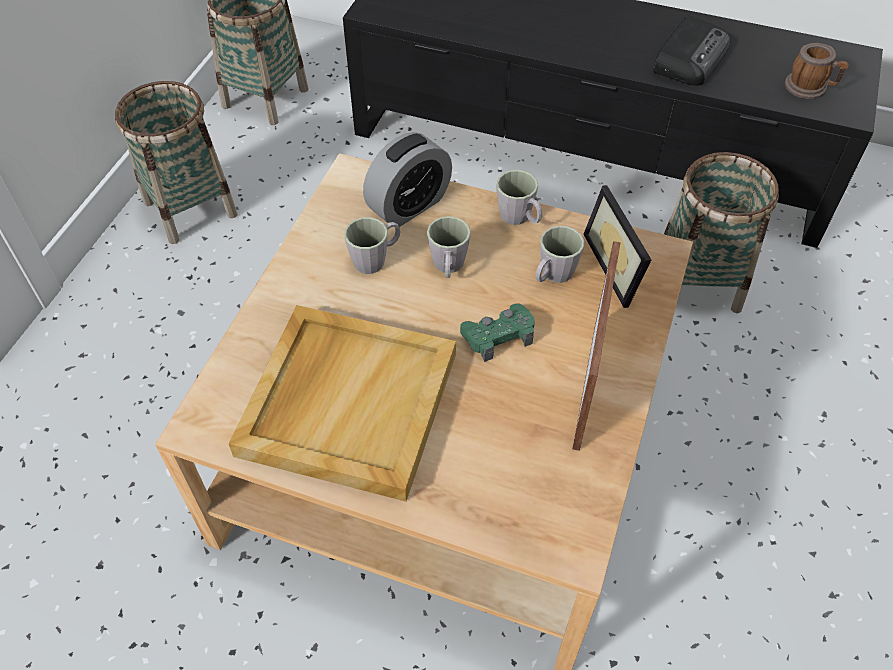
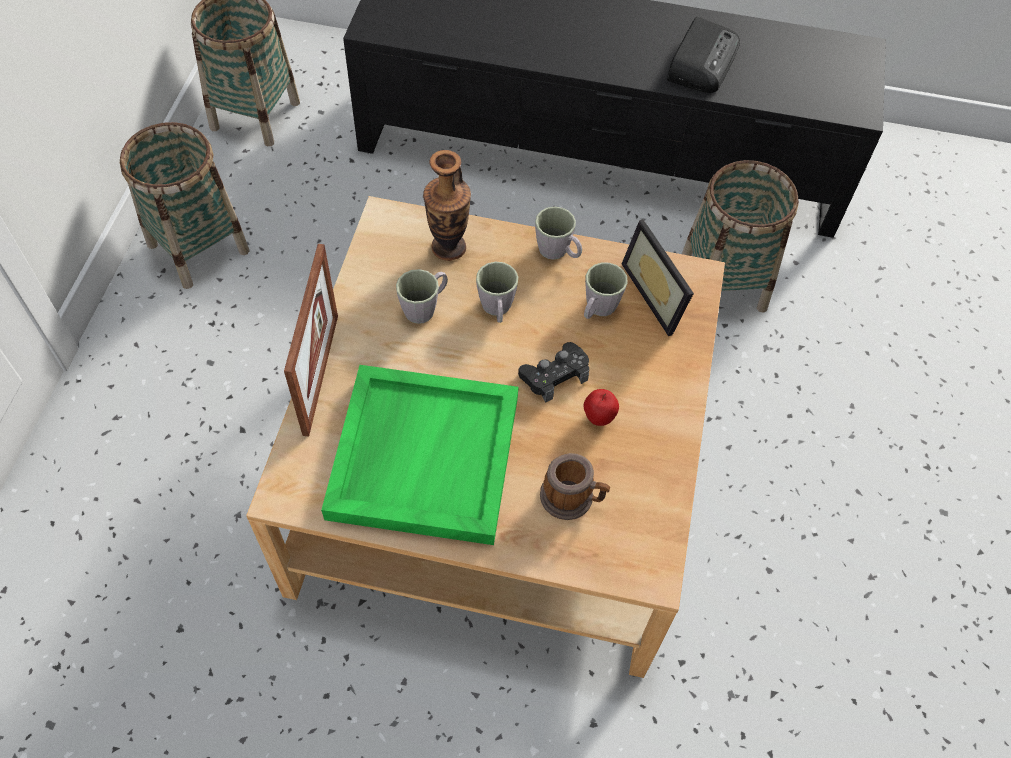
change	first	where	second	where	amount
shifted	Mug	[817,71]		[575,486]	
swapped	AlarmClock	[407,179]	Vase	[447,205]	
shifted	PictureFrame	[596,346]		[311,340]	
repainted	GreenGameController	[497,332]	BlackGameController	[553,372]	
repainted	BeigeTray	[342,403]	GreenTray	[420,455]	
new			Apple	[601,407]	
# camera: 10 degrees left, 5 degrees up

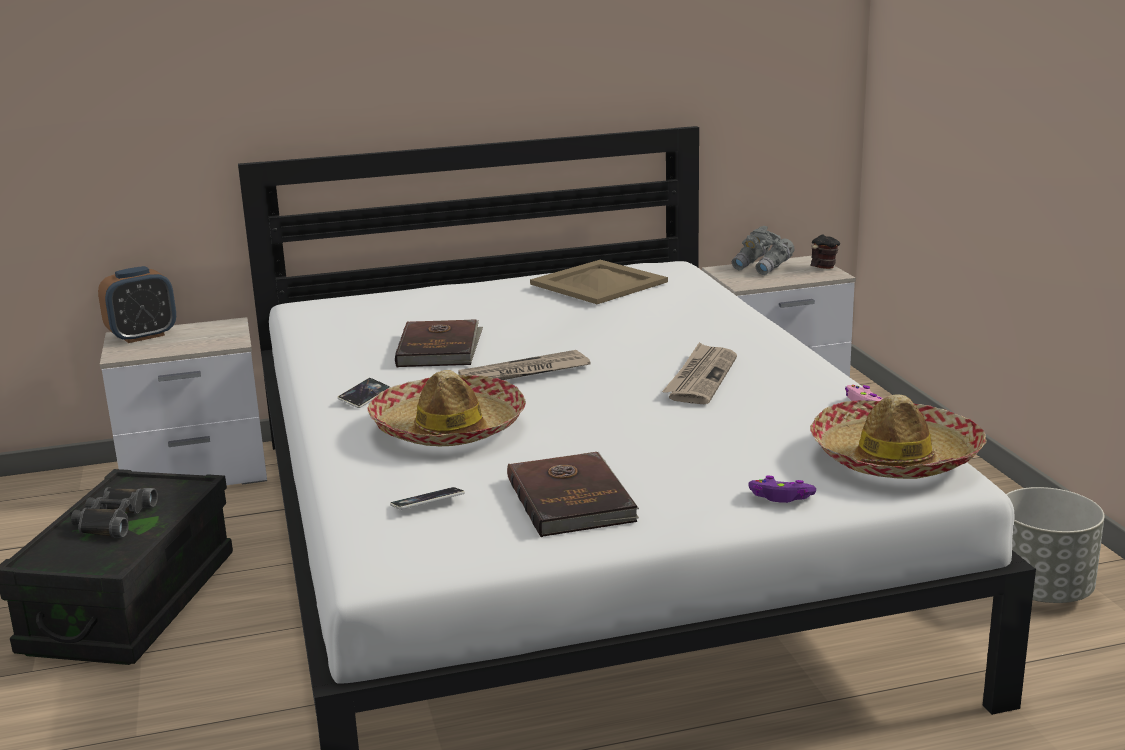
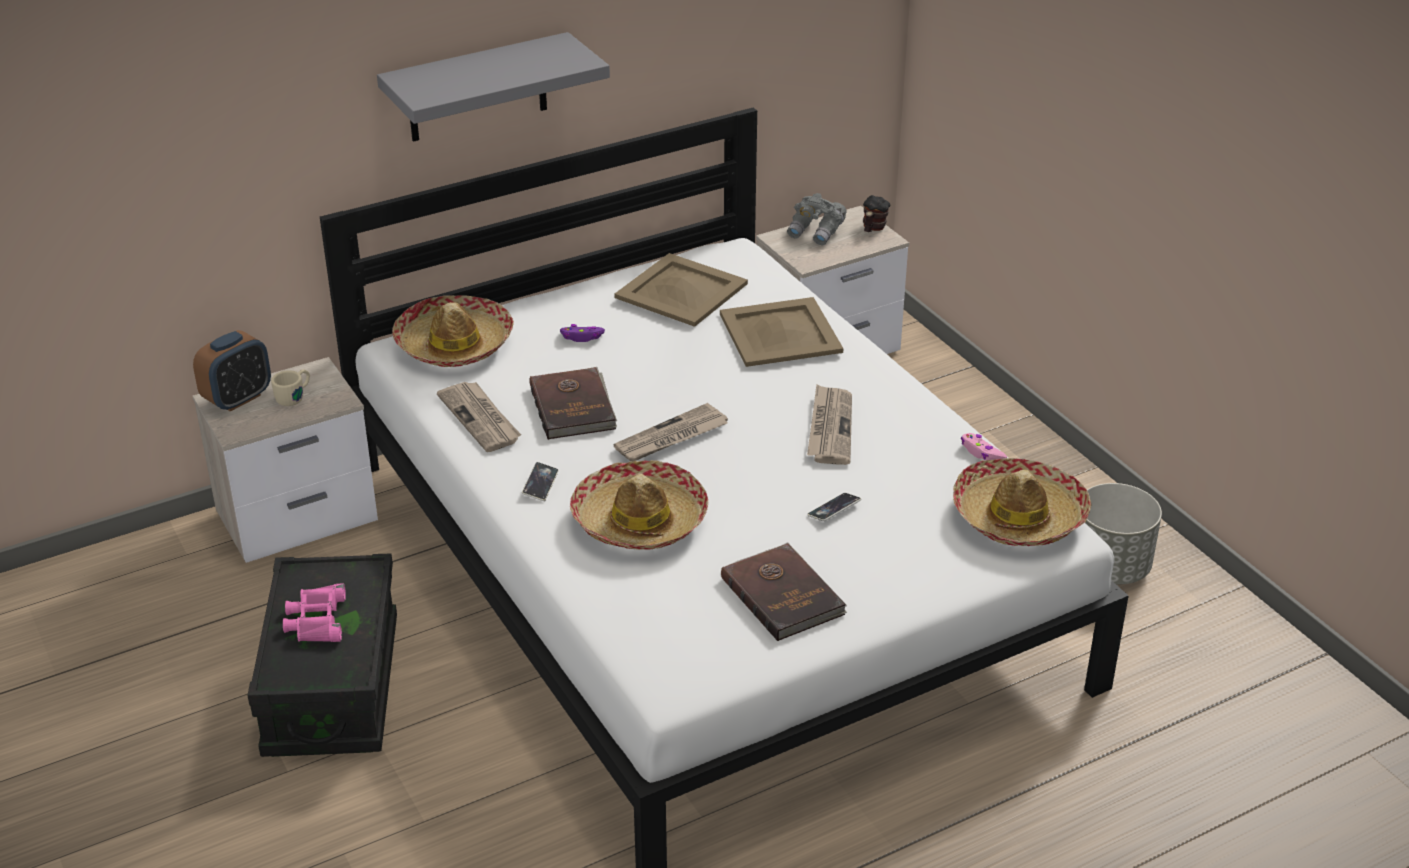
change	first	where	second	where	amount
shifted	PurpleGameController	[782,489]		[582,333]	
repainted	BlackBinoculars	[114,512]	PinkBinoculars	[314,612]	
shifted	Phone	[427,498]		[834,507]	
new			GreyShelf	[493,87]	
new			Hat	[453,331]	
new			BeigeTray	[781,332]	
new			BeigeMug	[290,387]	
new			Newspaper	[479,417]	
# camera: 15 degrees left, 15 degrees up

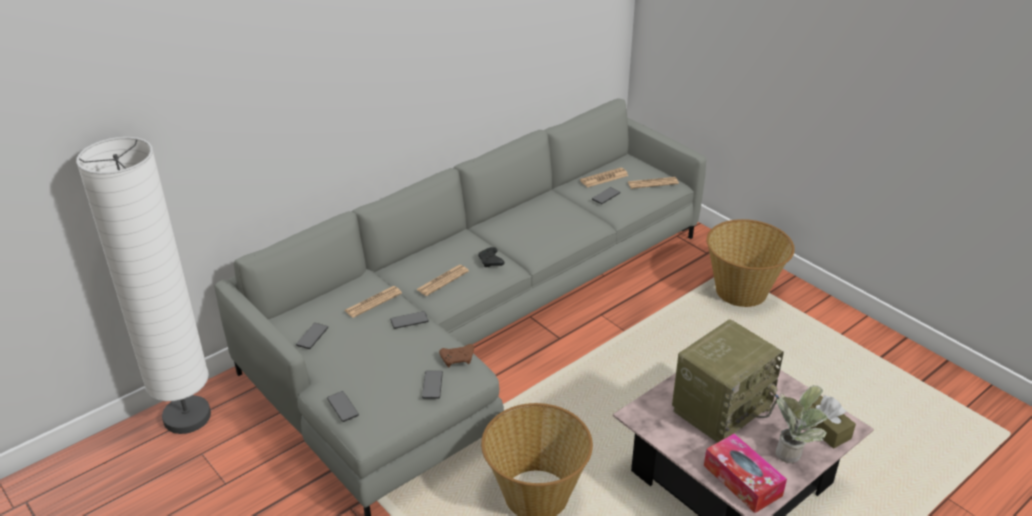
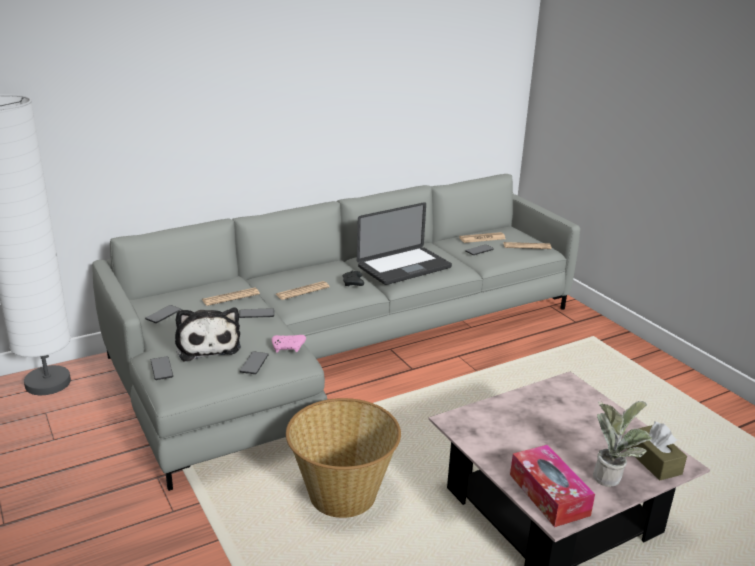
change	first	where	second	where	amount
gone	Basket	[750,263]			
gone	Radio	[728,381]			
repainted	BrownGameController	[456,355]	PinkGameController	[289,344]	
new			Laptop	[404,243]	
new			PlushToy	[208,335]	
# camera: 10 degrees right, 10 degrees down

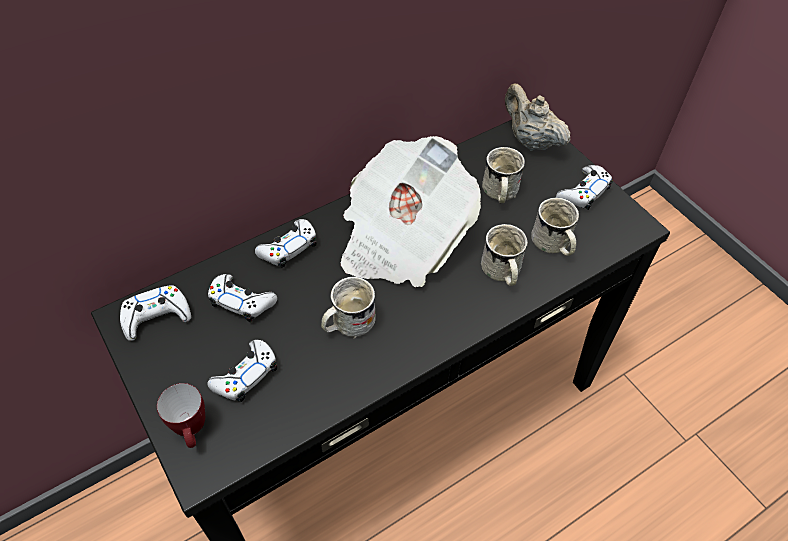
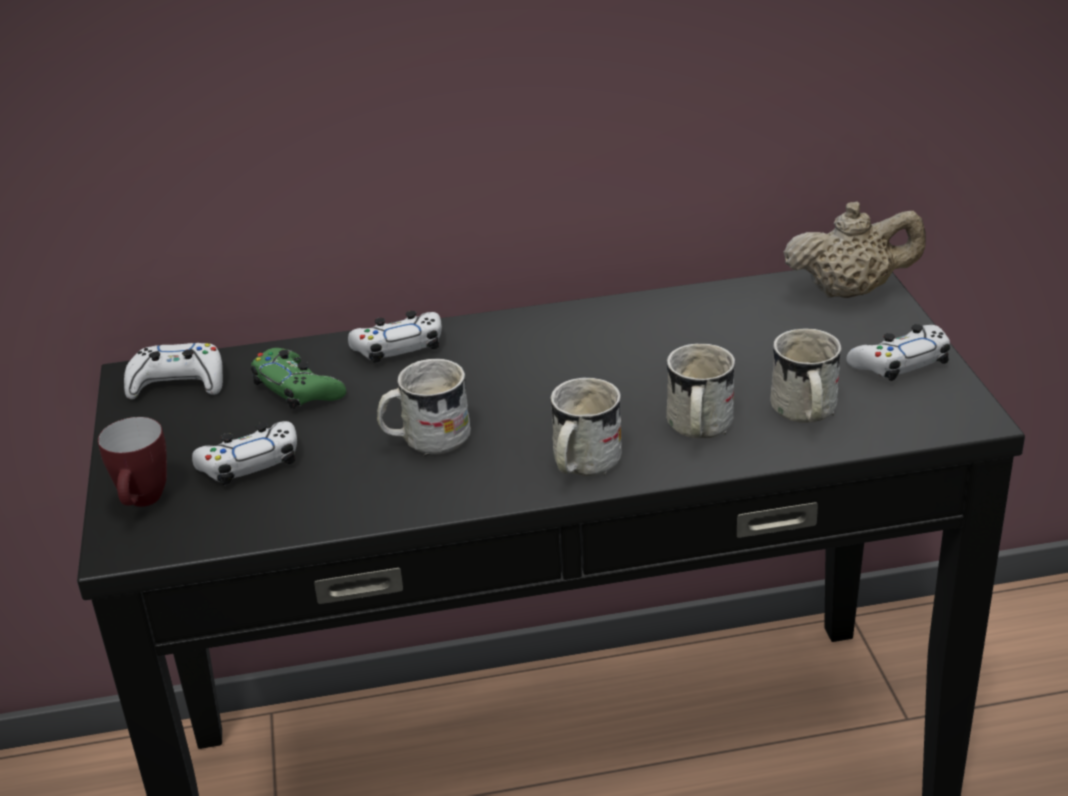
change	first	where	second	where	amount
rotated	BeigeTeapot	[537,117]		[855,249]	105 degrees clockwise
gone	Newspaper	[411,211]			
shifted	WhiteMug	[503,175]		[586,426]	
repainted	WhiteGameController	[242,298]	GreenGameController	[298,378]	
# camera: 25 degrees right, 20 degrees down

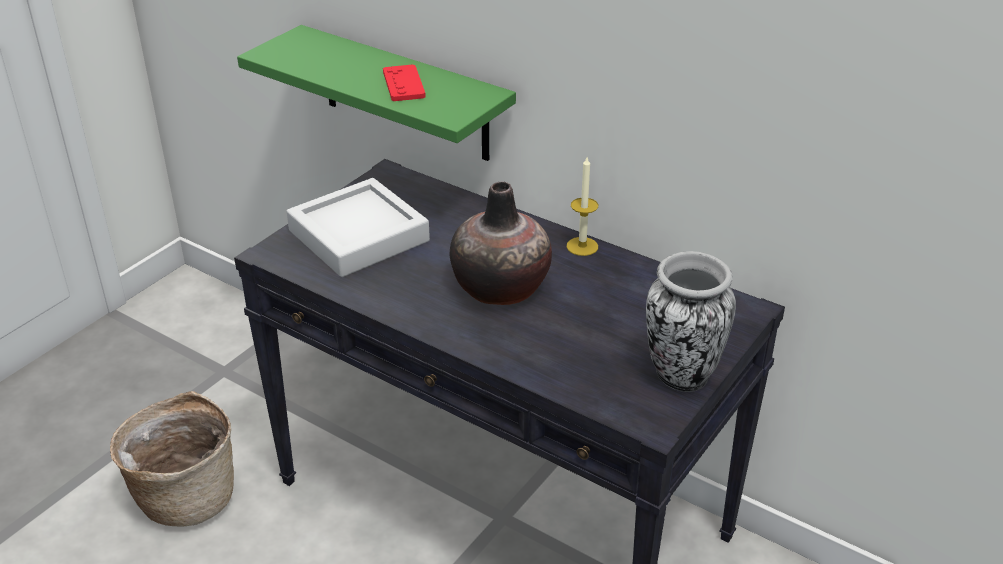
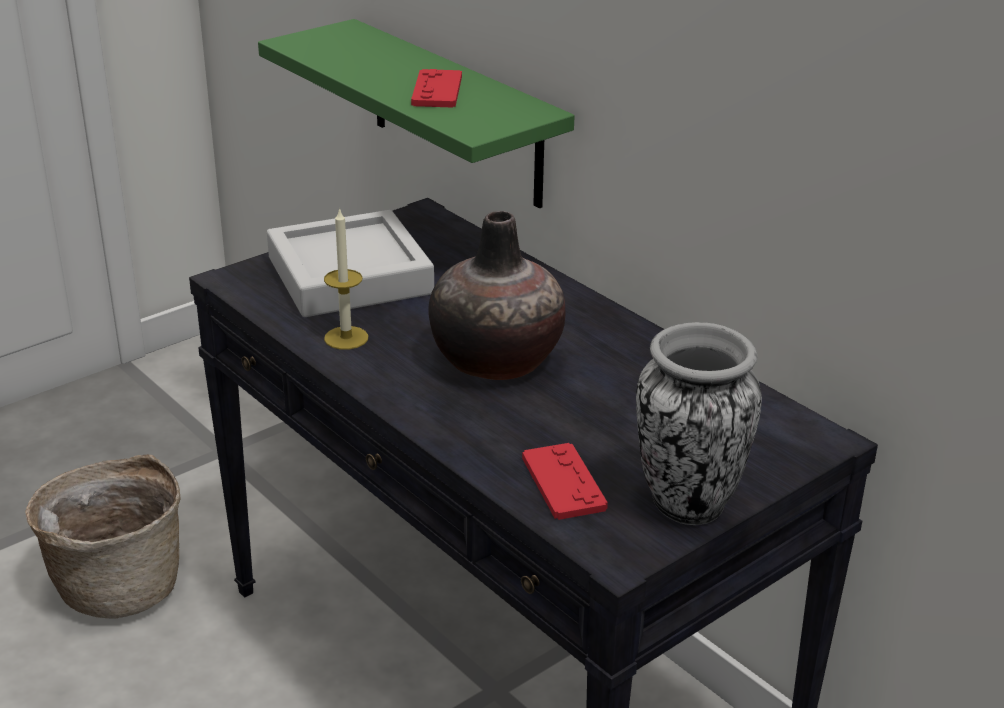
change	first	where	second	where	amount
shifted	Candle	[582,206]		[346,278]	
new			RedGameController	[565,481]	
# camera: 15 degrees right, 5 degrees down

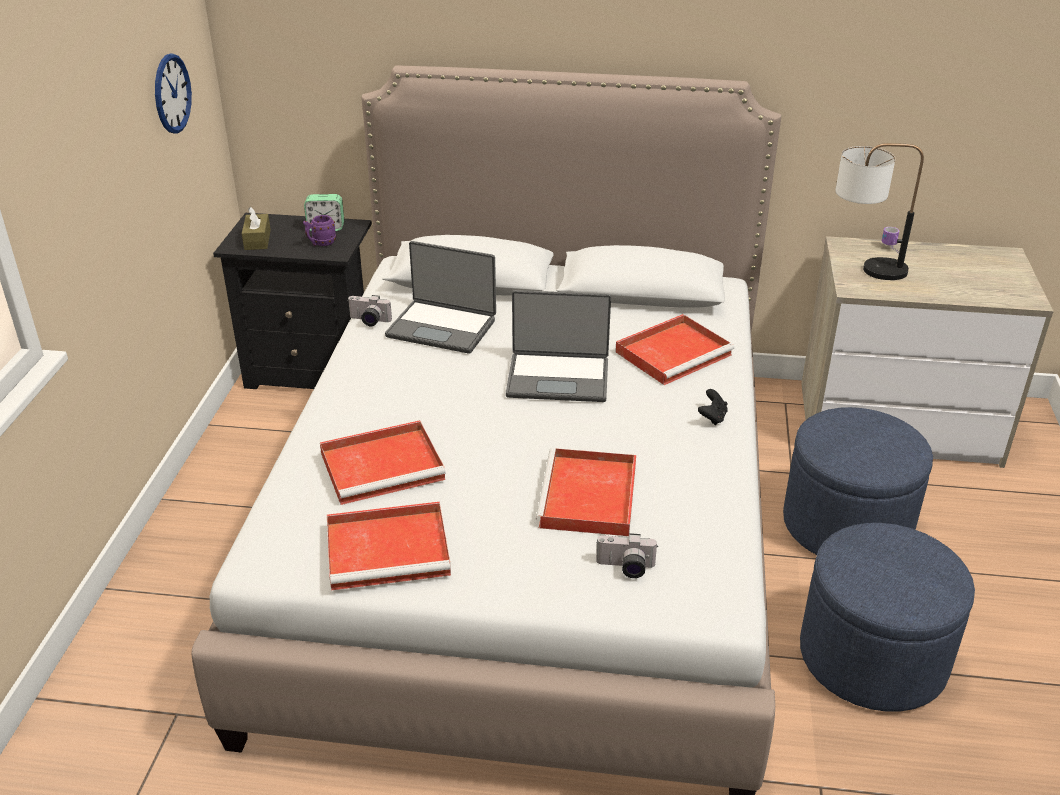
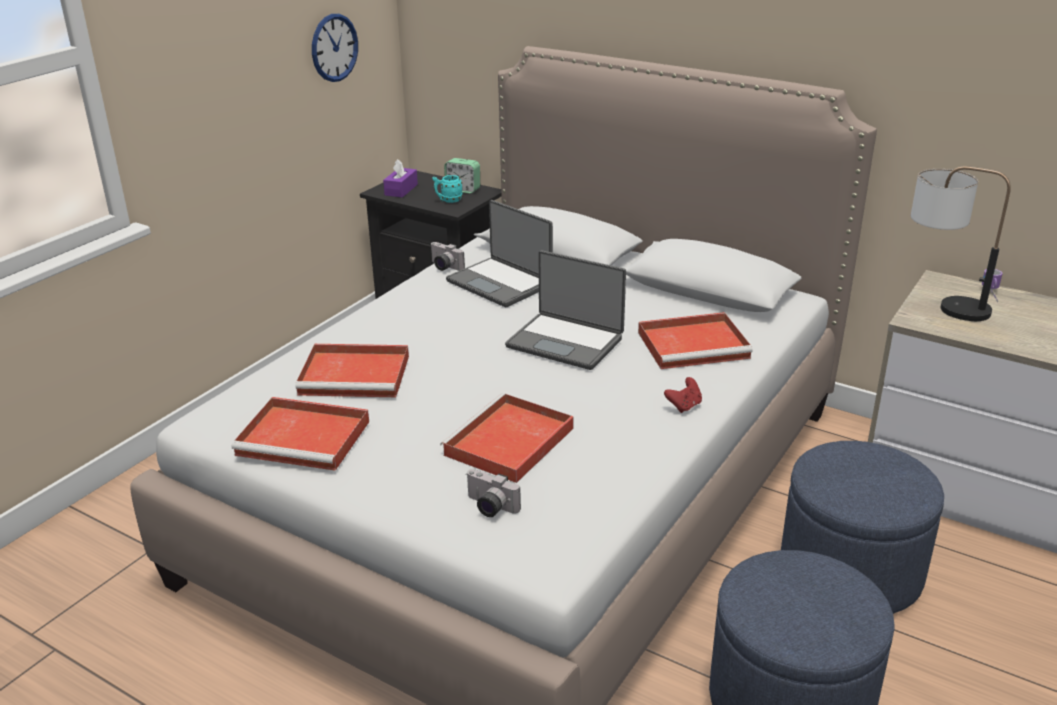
change	first	where	second	where	amount
repainted	BrownTissueBox	[256,228]	PurpleTissueBox	[400,178]	
repainted	PurpleMug	[319,230]	TurquoiseMug	[447,189]	
repainted	BlackGameController	[713,407]	RedGameController	[683,395]	
# camera: 25 degrees right, 5 degrees down

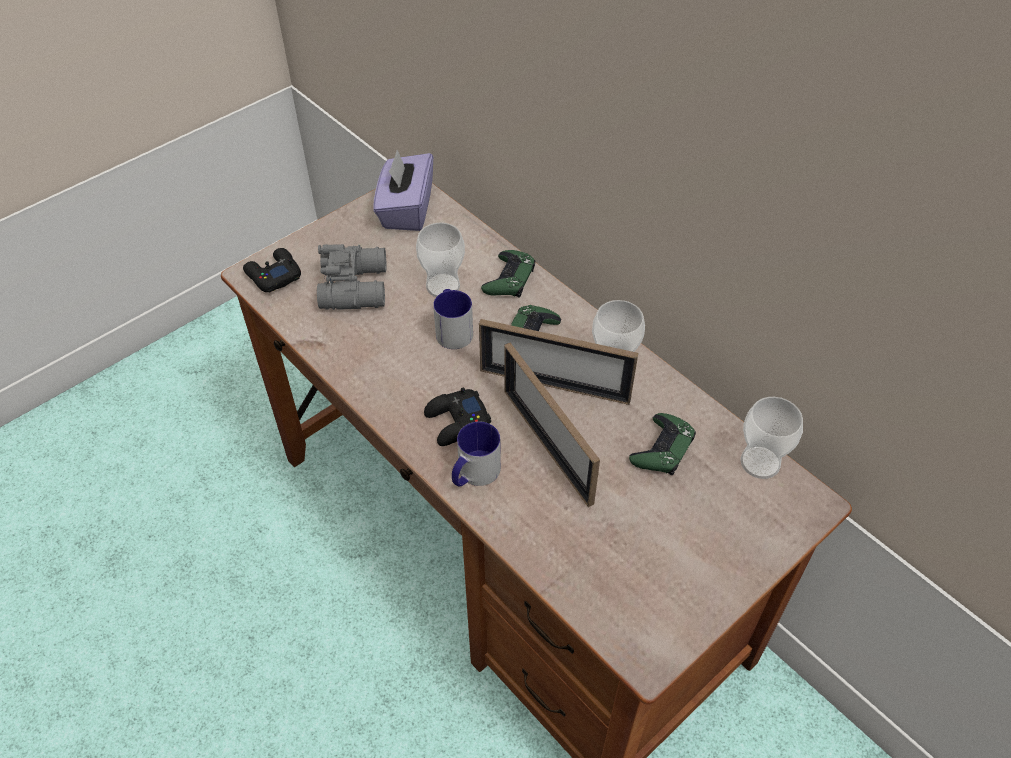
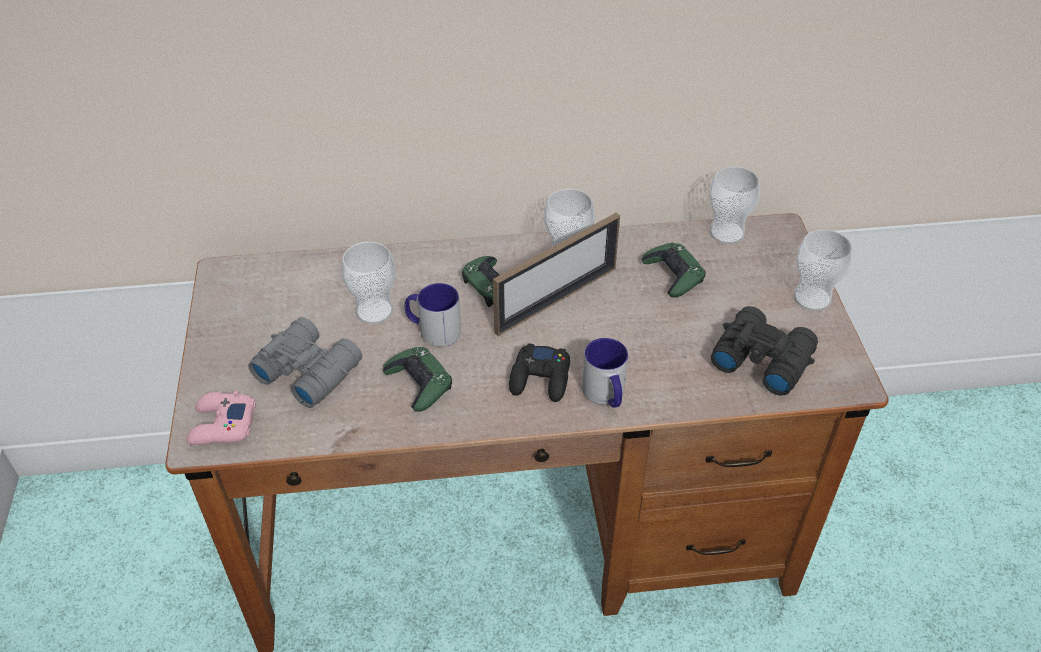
change	first	where	second	where	amount
gone	PurpleTissueBox	[403,190]			
repainted	BlackGameController	[272,270]	PinkGameController	[221,418]	
shifted	GreenGameController	[508,274]		[417,379]	
gone	PictureFrame	[552,425]			
new			Cup	[822,270]	
new			BlackBinoculars	[764,351]	
# camera: 55 degrees left, 5 degrees down

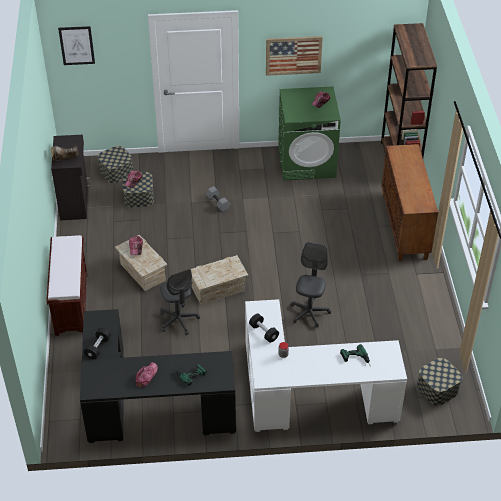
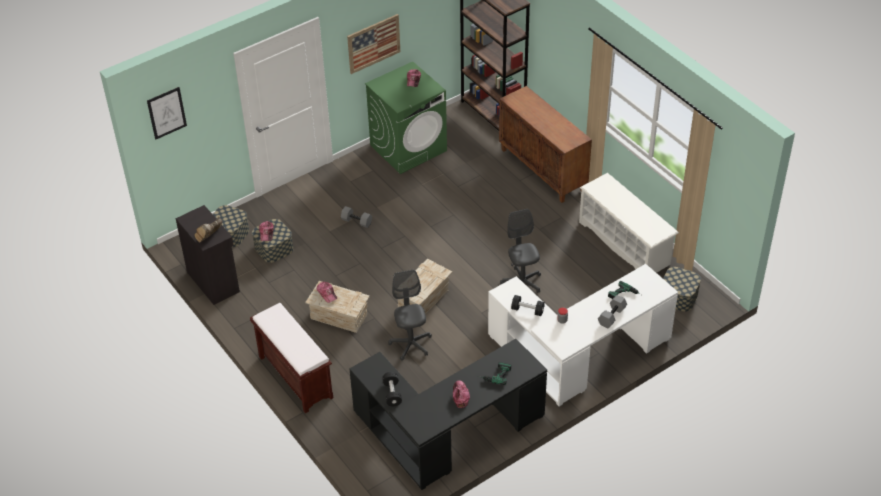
change	first	where	second	where	amount
rotated	GreyOfficeChair	[180,302]		[410,315]	135 degrees counterclockwise
new			WhiteShoeRack	[629,223]	
new			GreyDumbbell	[612,311]	
# camera: 30 degrees left, 0 degrees up

